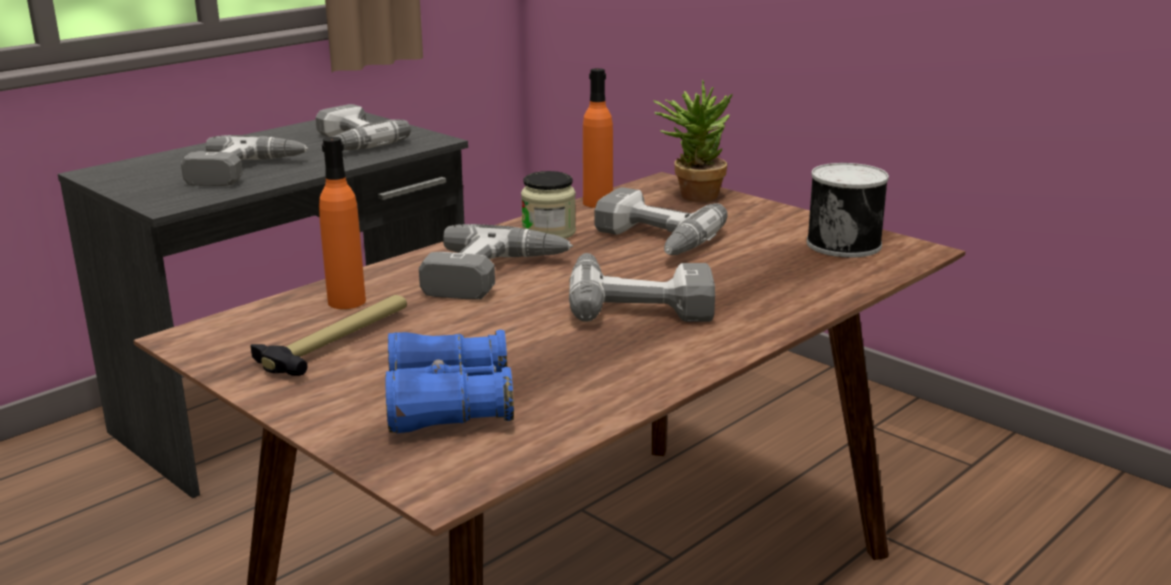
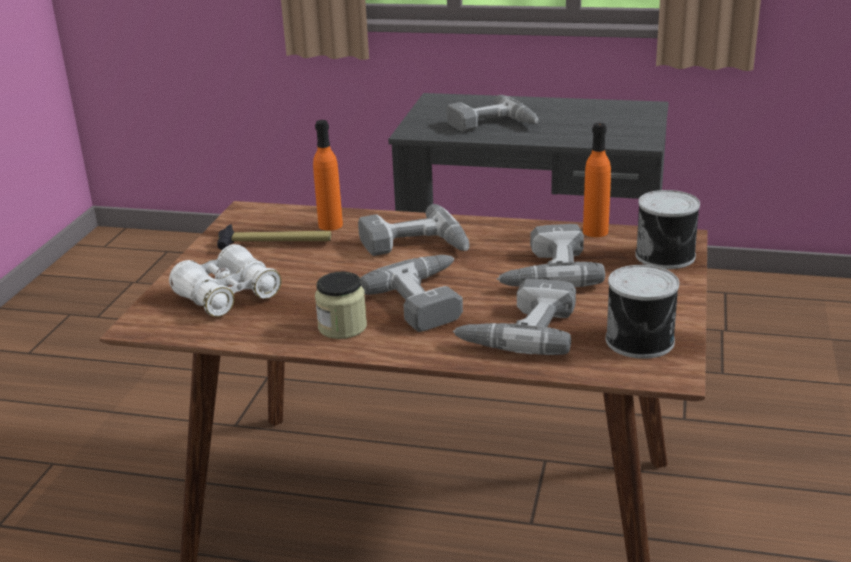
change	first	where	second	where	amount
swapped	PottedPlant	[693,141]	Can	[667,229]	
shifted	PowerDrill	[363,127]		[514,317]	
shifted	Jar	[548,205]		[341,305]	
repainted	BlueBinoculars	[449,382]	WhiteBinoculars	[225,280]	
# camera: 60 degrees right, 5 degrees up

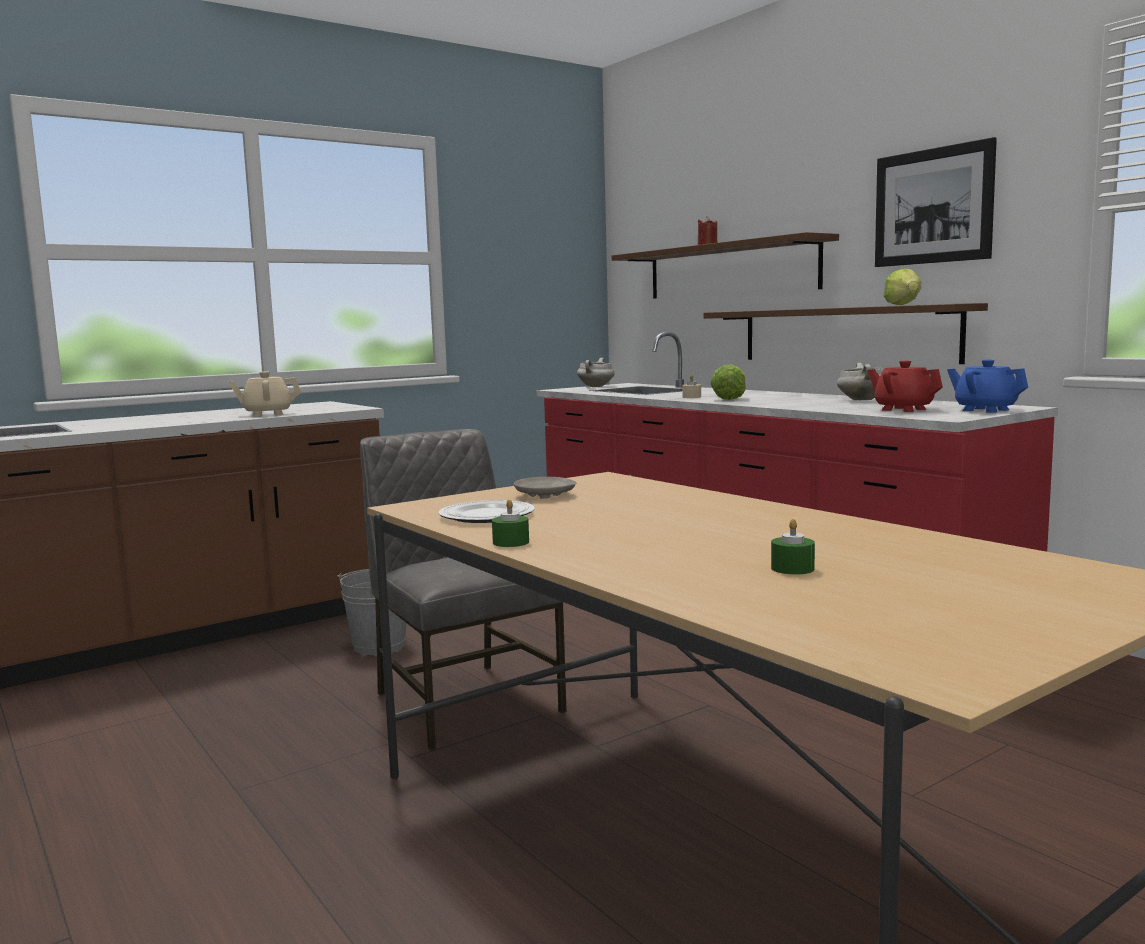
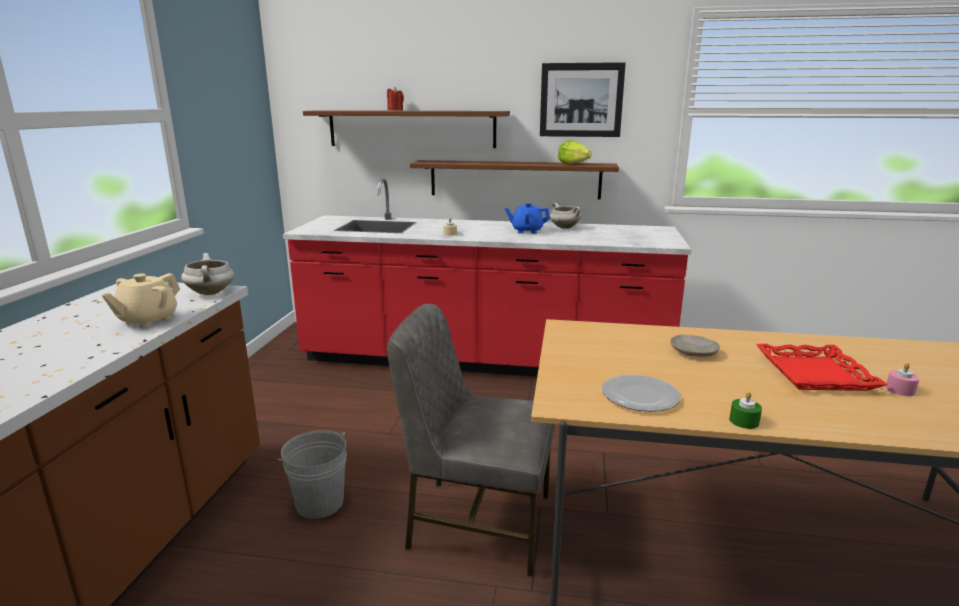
change	first	where	second	where	amount
shifted	WhiteCookingPot	[596,372]		[207,274]	
gone	RedTeapot	[905,386]			
shifted	BlueTeapot	[987,386]		[527,218]	
gone	Lettuce	[728,382]			
shifted	BeigePlate	[545,488]		[695,346]	
repainted	GreenCandle	[793,546]	PinkCandle	[903,379]	
new			RedTray	[822,367]	
# camera: 45 degrees left, 10 degrees up

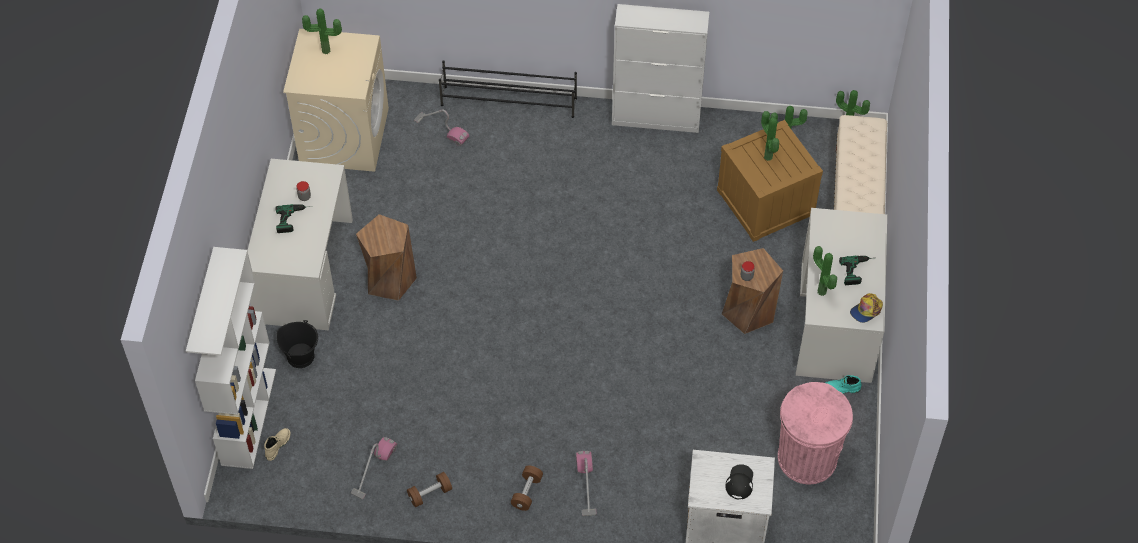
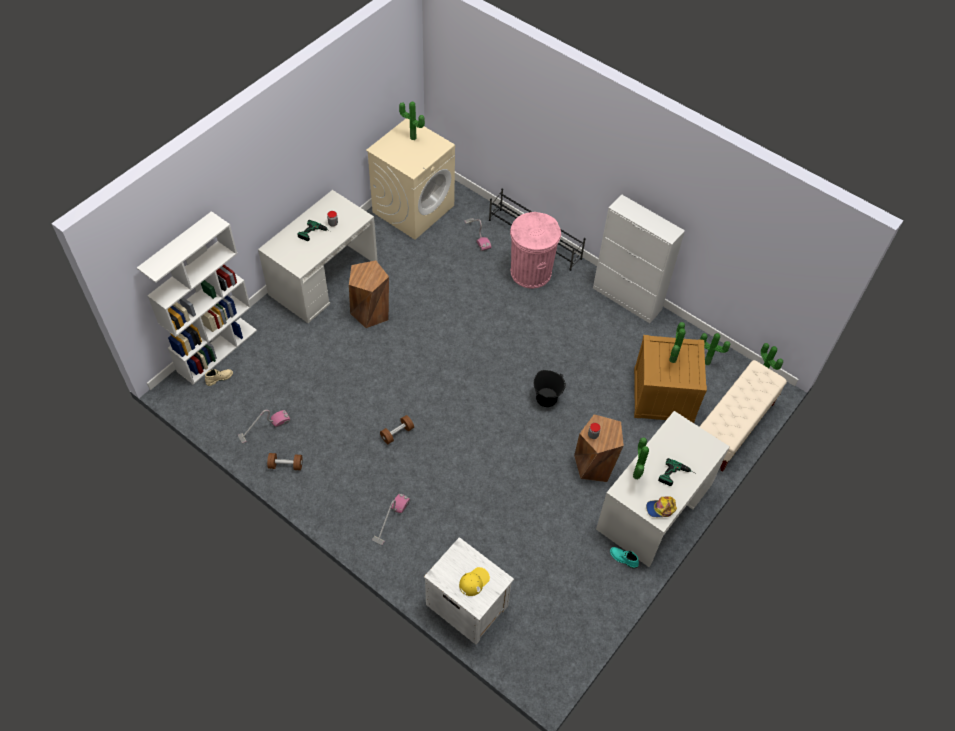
change	first	where	second	where	amount
shifted	BlackBucket	[297,344]		[550,388]	
shifted	PinkTrashCan	[815,433]		[535,250]	
repainted	BlackCap	[739,482]	YellowCap	[474,581]	
shifted	BrownDumbbell	[527,488]		[397,429]	
# camera: 30 degrees right, 0 degrees up

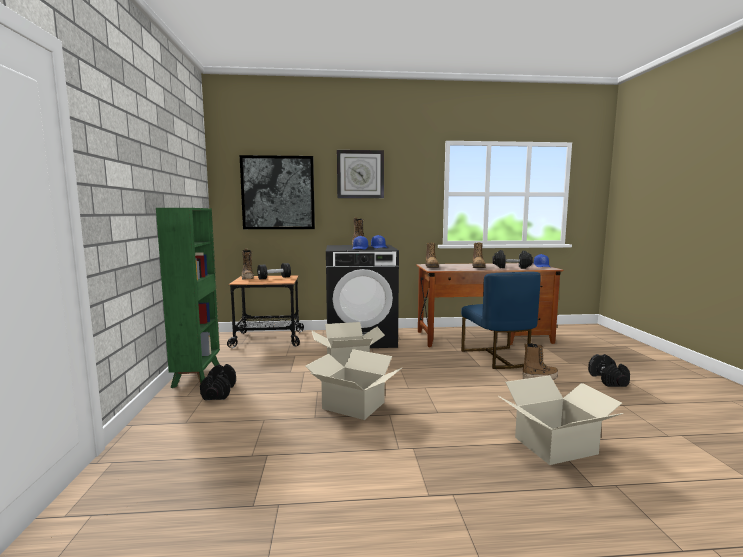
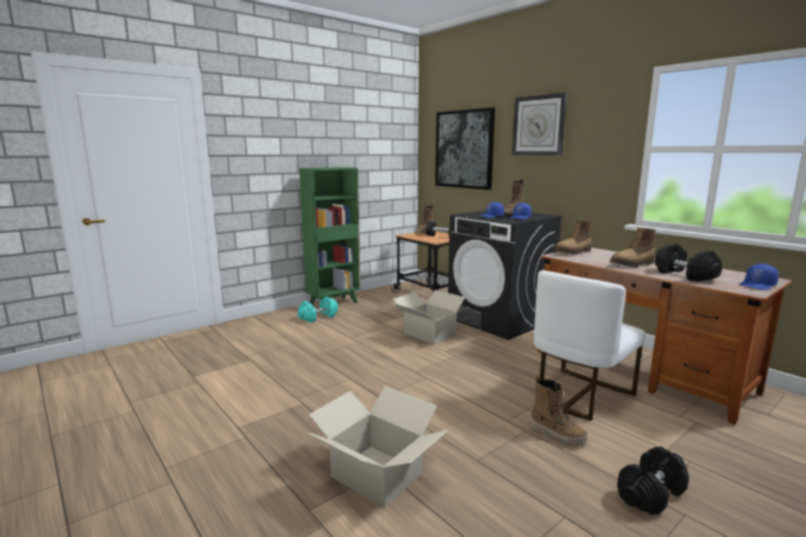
change	first	where	second	where	amount
repainted	BlueChair	[501,320]	WhiteChair	[590,345]	
gone	CardboardBox	[353,384]			
repainted	BlackDumbbell	[218,382]	TurquoiseDumbbell	[318,310]	
# camera: 55 degrees right, 5 degrees up

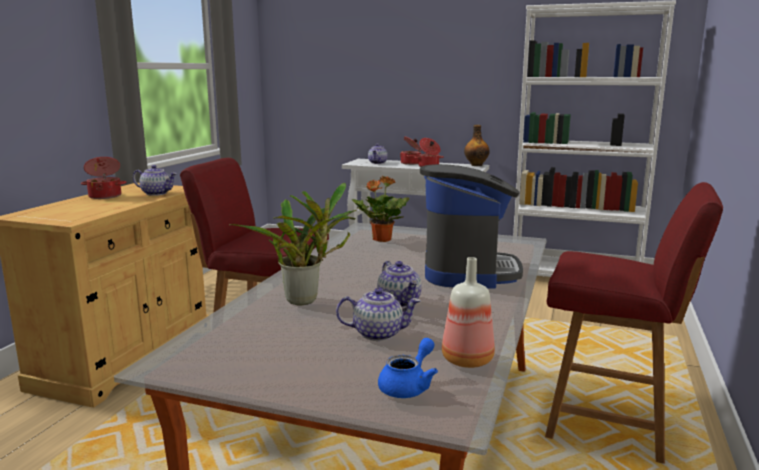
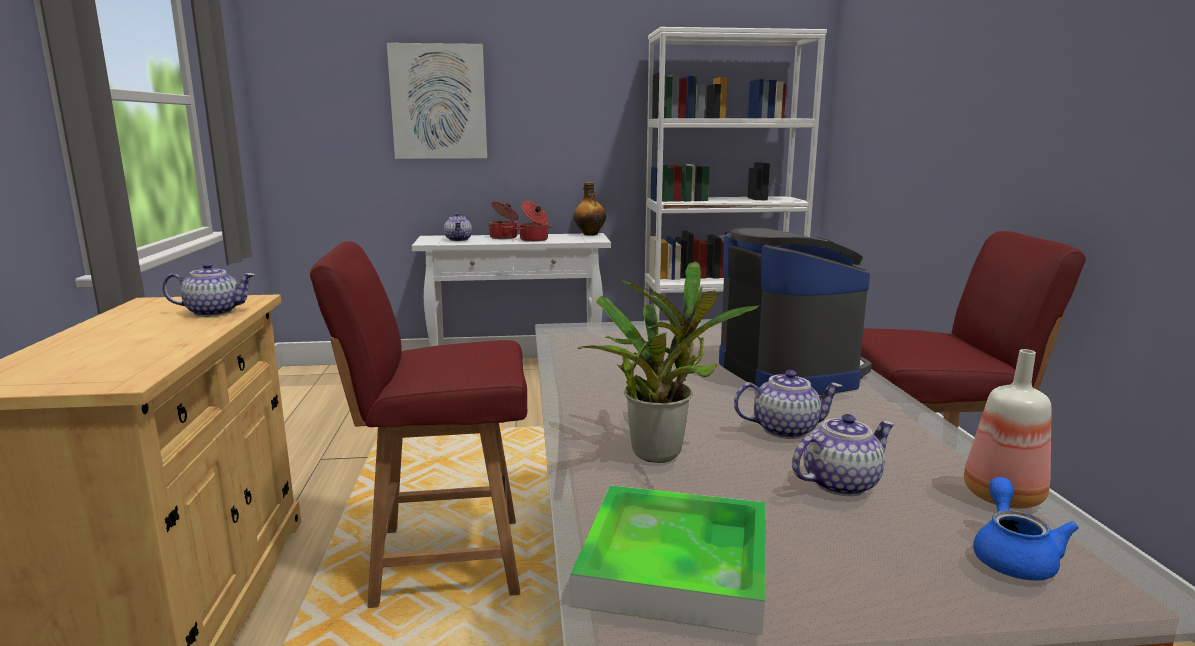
change	first	where	second	where	amount
gone	CookingPot	[103,178]			
gone	PottedPlant	[381,209]			
rotated	Teapot	[399,284]		[788,404]	45 degrees counterclockwise
new			Picture	[437,101]	
new			Tray	[668,560]	
# camera: 25 degrees left, 0 degrees up

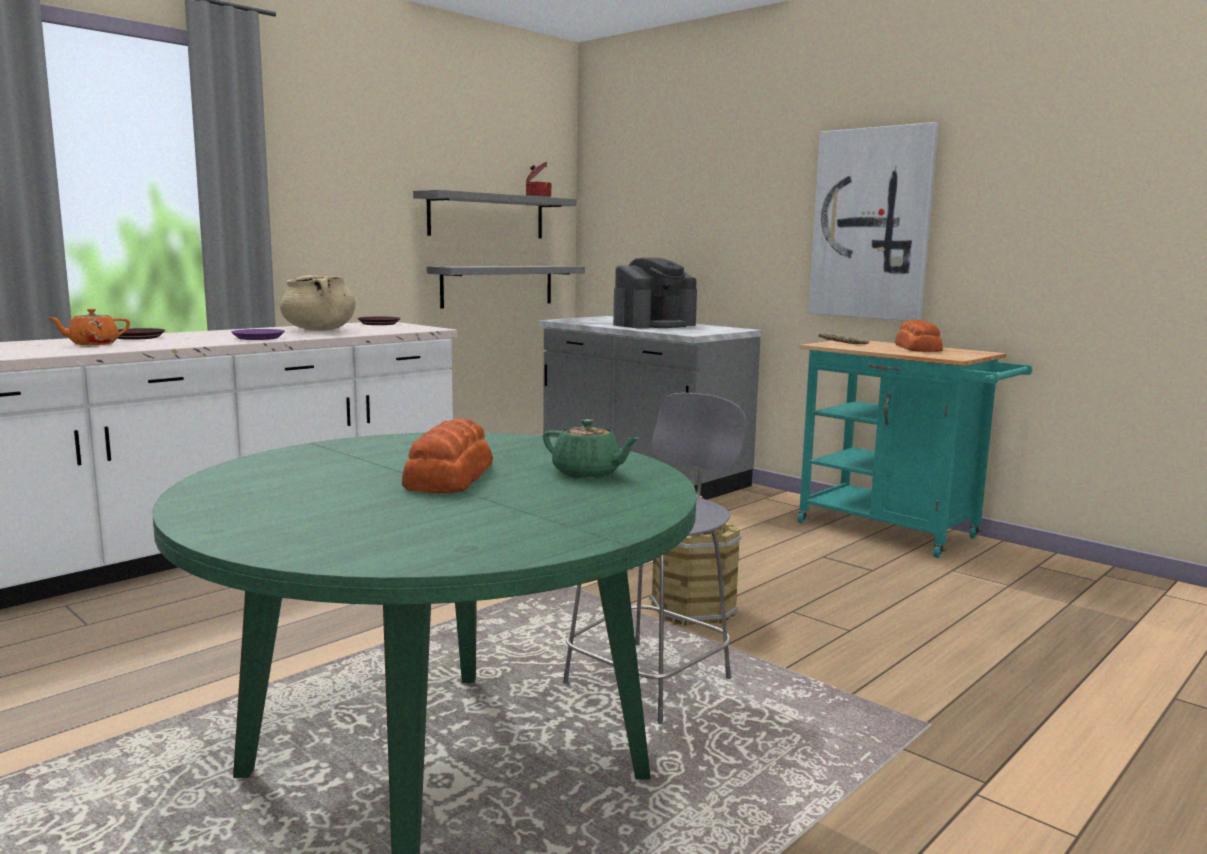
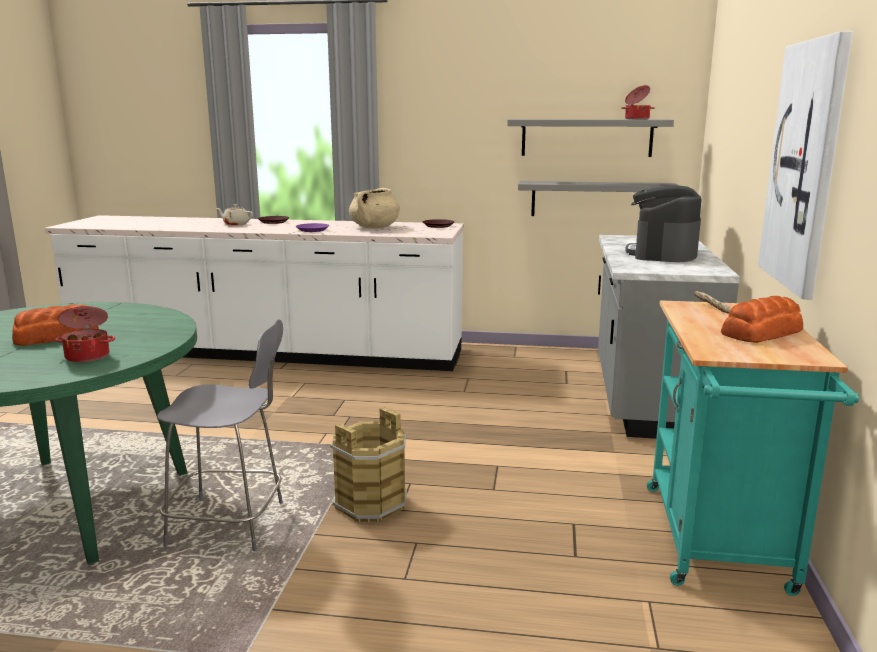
change	first	where	second	where	amount
rotated	CoffeeMachine	[655,293]		[663,223]	90 degrees clockwise
repainted	OrangeTeapot	[89,327]	BeigeTeapot	[234,215]	
swapped	GreenTeapot	[591,448]	CookingPot	[85,334]	
# camera: 55 degrees right, 5 degrees up

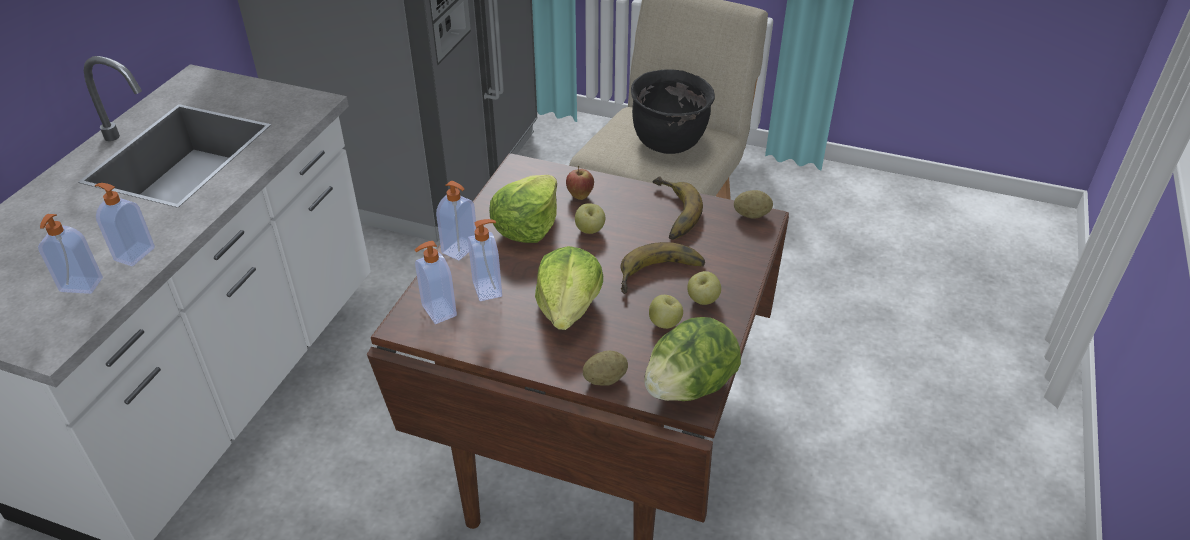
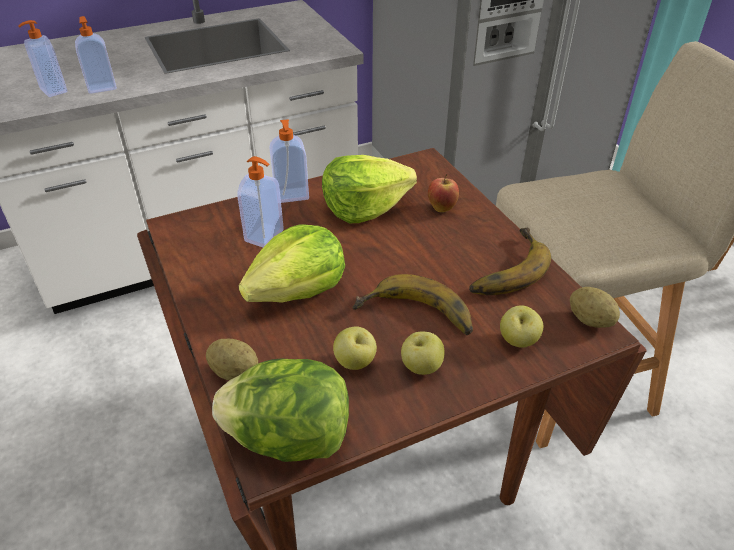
change	first	where	second	where	amount
gone	BlackCookingPot	[673,111]			
shifted	Apple	[590,218]		[521,326]	
gone	SoapDispenser	[436,282]			
# camera: 45 degrees right, 0 degrees up

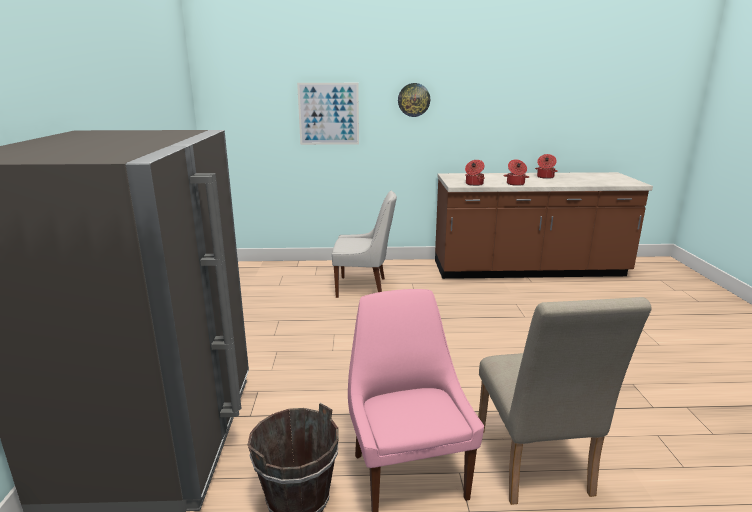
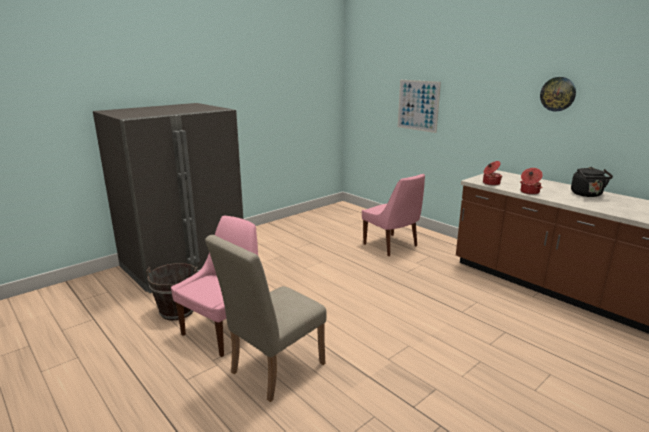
change	first	where	second	where	amount
shifted	WallClock	[414,100]		[558,94]	
swapped	CookingPot	[546,166]	BlackKettle	[592,182]	
repainted	WhiteChair	[364,244]	PinkChair	[393,215]	
# camera: 50 degrees right, 0 degrees up

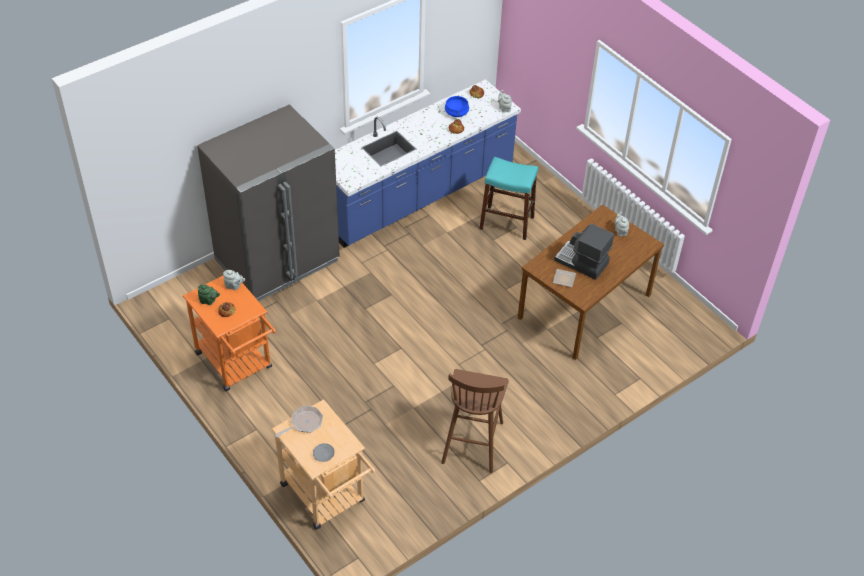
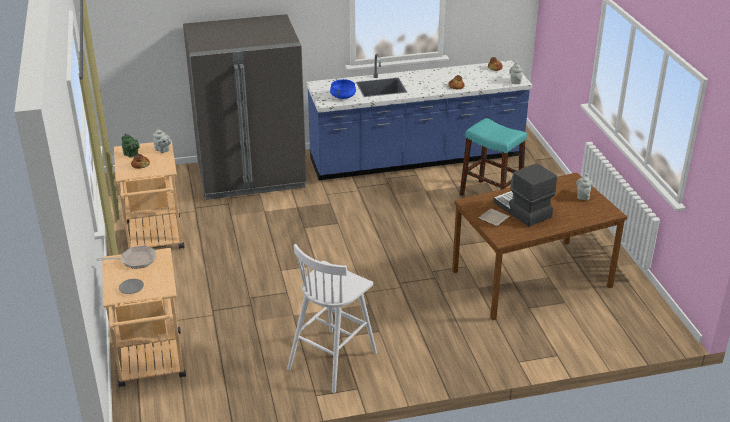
change	first	where	second	where	amount
shifted	BlueCookingPot	[457,106]		[343,89]	
repainted	OrangeCart	[229,333]	BeigeCart	[149,194]	
repainted	BrownStool	[475,421]	WhiteStool	[332,318]	
# camera: 25 degrees right, 15 degrees down

